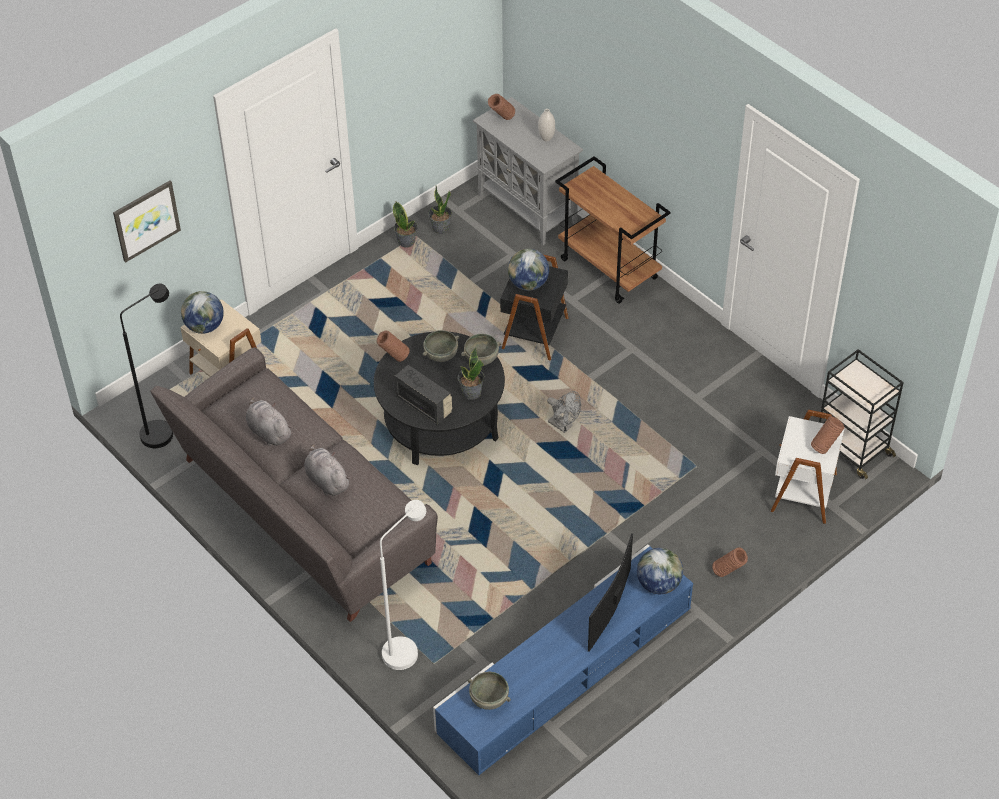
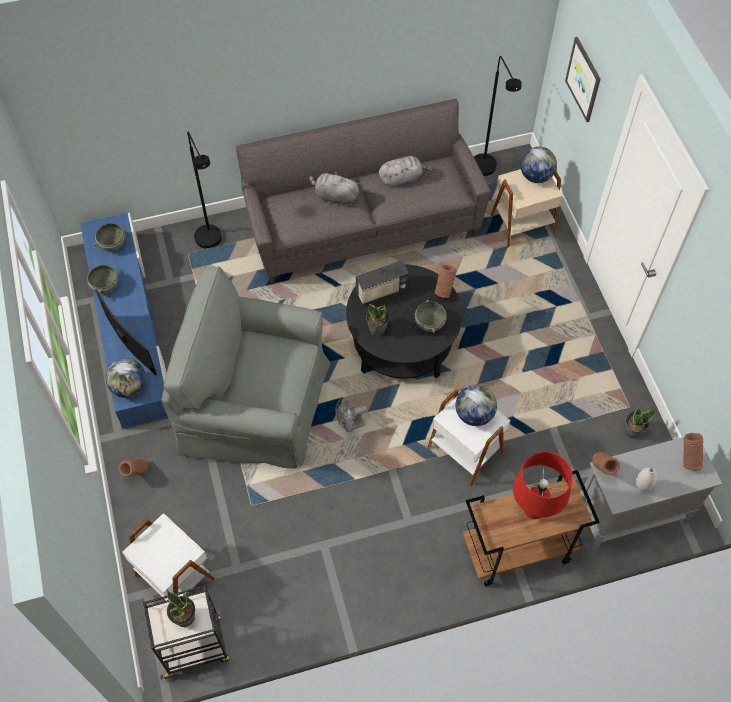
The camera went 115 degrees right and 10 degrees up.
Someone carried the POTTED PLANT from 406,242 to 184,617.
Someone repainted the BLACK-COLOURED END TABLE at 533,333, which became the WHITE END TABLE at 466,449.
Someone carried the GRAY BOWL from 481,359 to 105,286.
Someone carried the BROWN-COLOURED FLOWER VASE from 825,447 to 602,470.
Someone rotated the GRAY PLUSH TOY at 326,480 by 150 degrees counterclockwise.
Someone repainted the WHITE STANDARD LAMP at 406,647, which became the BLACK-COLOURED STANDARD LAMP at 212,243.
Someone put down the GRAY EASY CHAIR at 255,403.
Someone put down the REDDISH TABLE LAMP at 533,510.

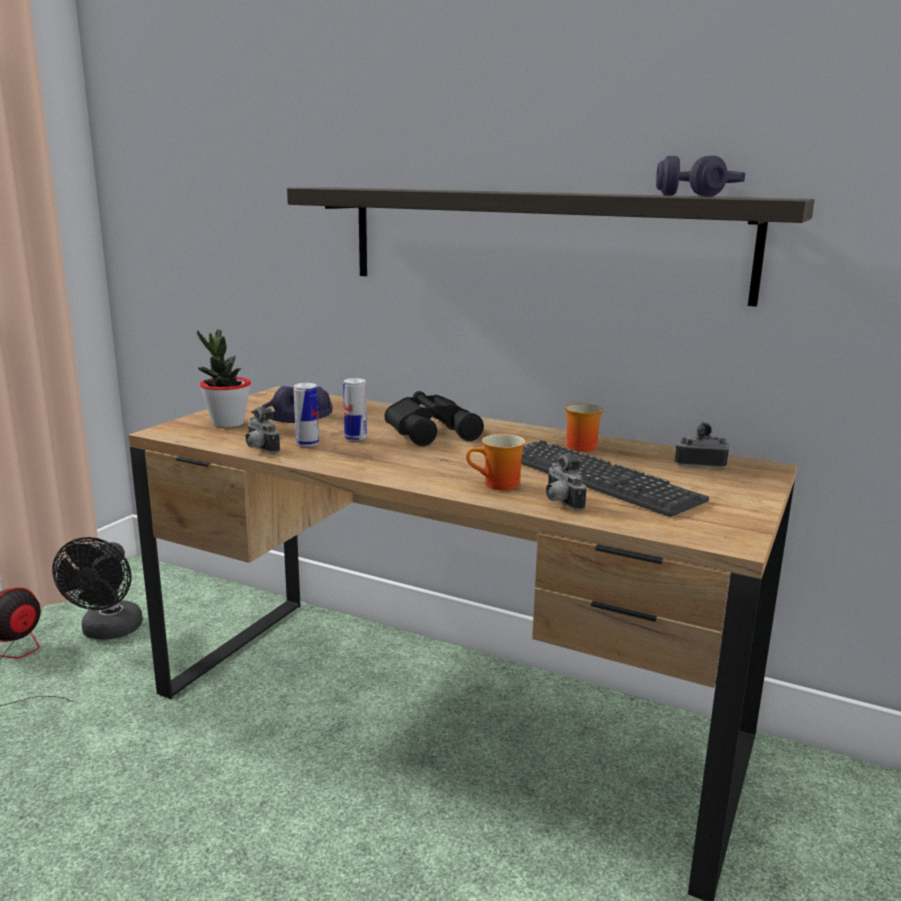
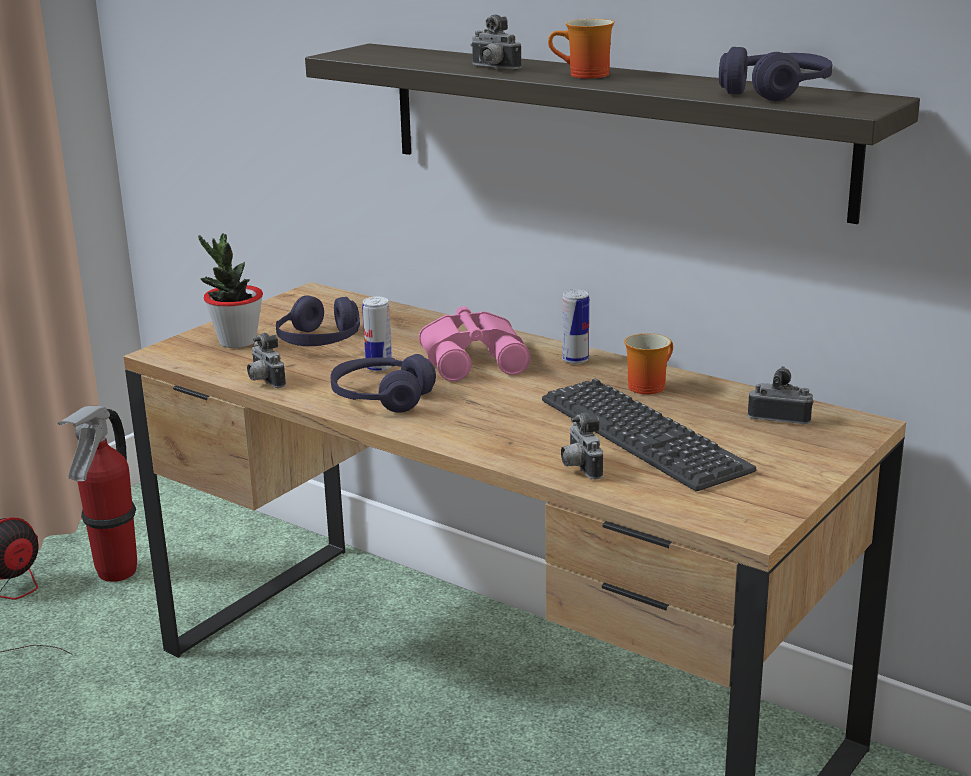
The camera went 10 degrees right and 5 degrees up.
Someone carried the SEALED CAN from 307,444 to 575,360.
Someone repainted the BLACK-COLOURED PAIR OF BINOCULARS at 433,430, which became the PINK-COLOURED PAIR OF BINOCULARS at 475,358.
Someone carried the MUG from 498,485 to 584,75.
Someone swapped the BLACK-COLOURED ELECTRIC FAN at 109,632 for the EXTINGUISHER at 116,573.
Someone put down the STILL CAMERA at 492,68.
Someone put down the PURPLISH HEADPHONES at 382,398.

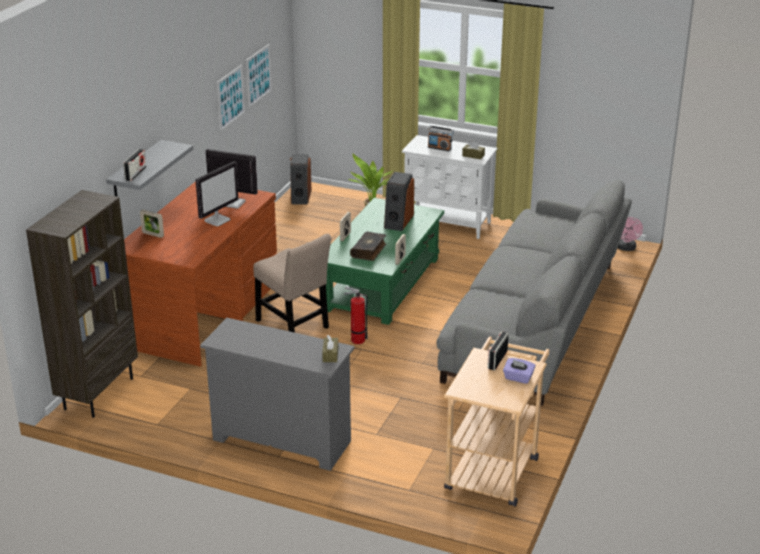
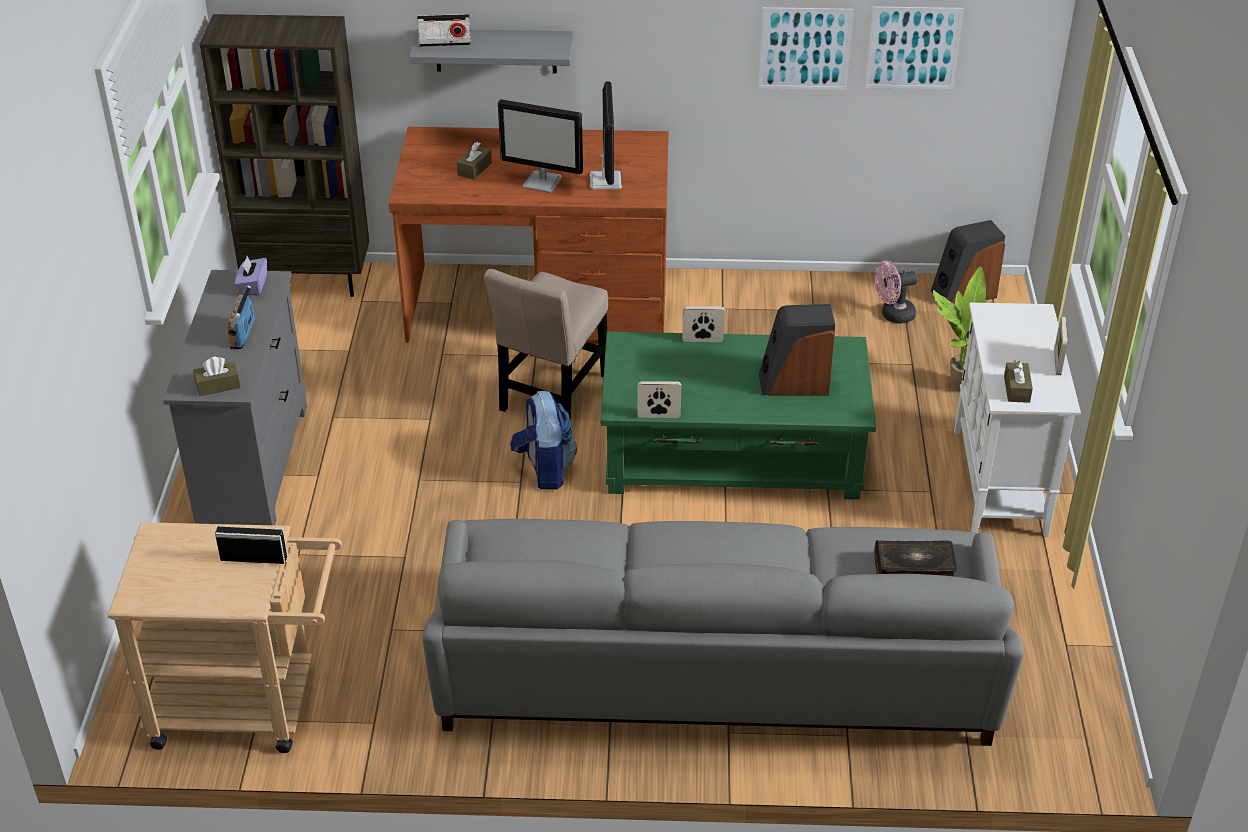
The camera went 70 degrees right and 10 degrees up.
Someone carried the RADIO SET from 439,148 to 242,334.
Someone carried the STANDING FRAME from 153,234 to 1057,363.
Someone carried the PINK-COLOURED ELECTRIC FAN from 626,248 to 893,315.
Someone carried the BOUND BOOK from 369,251 to 914,571.
Someone swapped the EXTINGUISHER at 356,340 for the BACKPACK at 544,469.
Someone carried the PURPLISH TISSUE BOX from 518,378 to 253,286.
Someone put down the BROWN-COLOURED TISSUE BOX at 474,169.

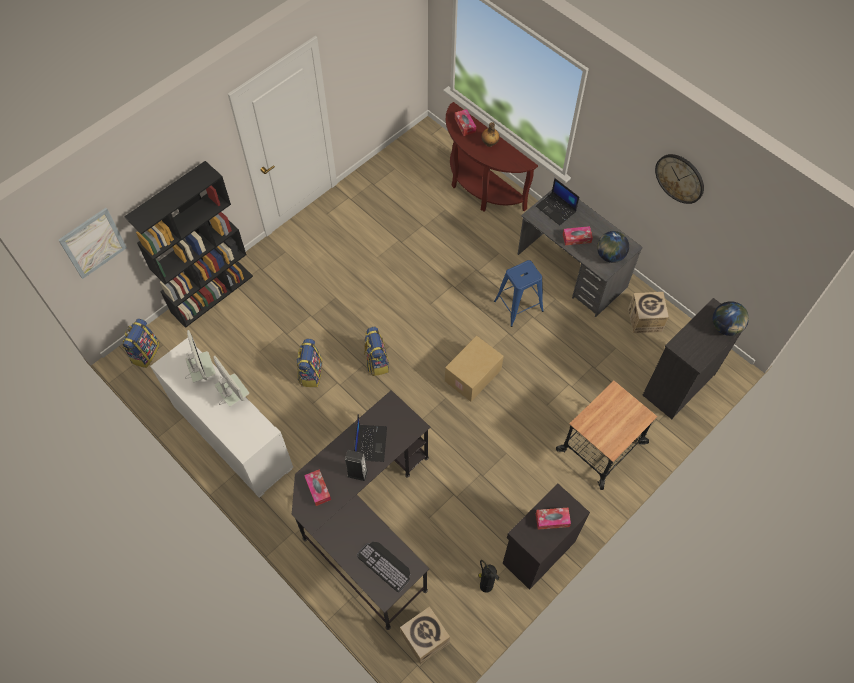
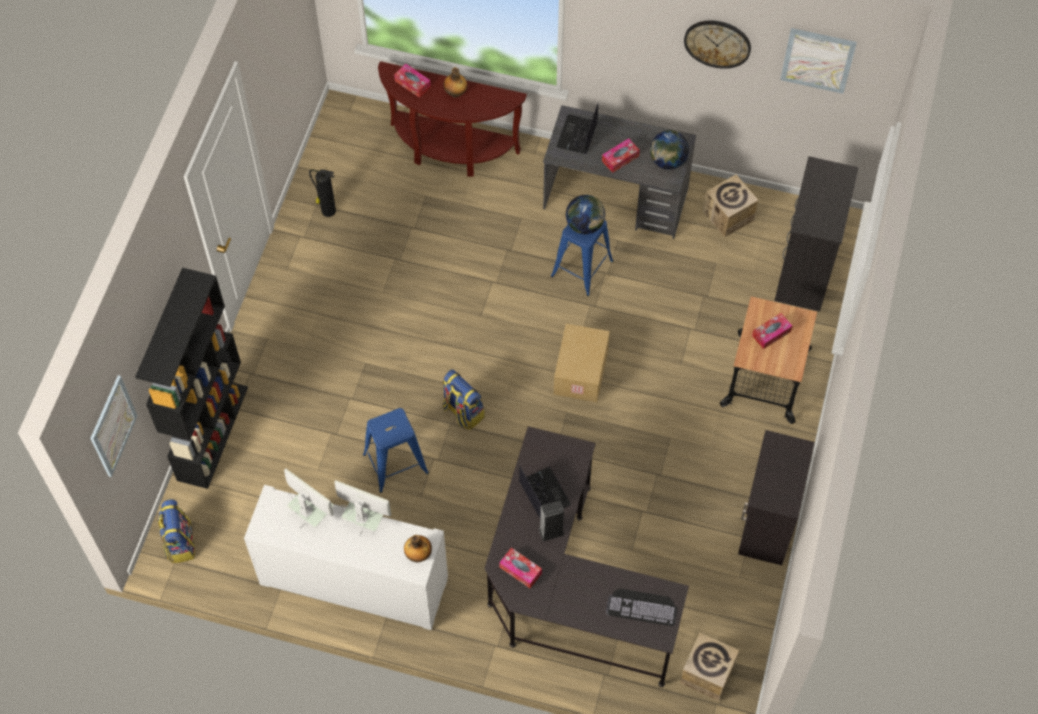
The camera went 30 degrees left and 0 degrees up.
Someone rotated the PORTABLE COMPUTER at 556,209 by 90 degrees clockwise.
Someone carried the DESK GLOBE from 725,327 to 585,225.
Someone swapped the BACKPACK at 310,373 for the BLUISH SITTING STOOL at 395,464.
Someone carried the TISSUE BOX from 552,520 to 771,333.
Someone carried the EXTINGUISHER from 485,585 to 327,210.
Someone put up the WALL ART at 817,60.
Someone put down the BEVERAGE BOTTLE at 418,554.

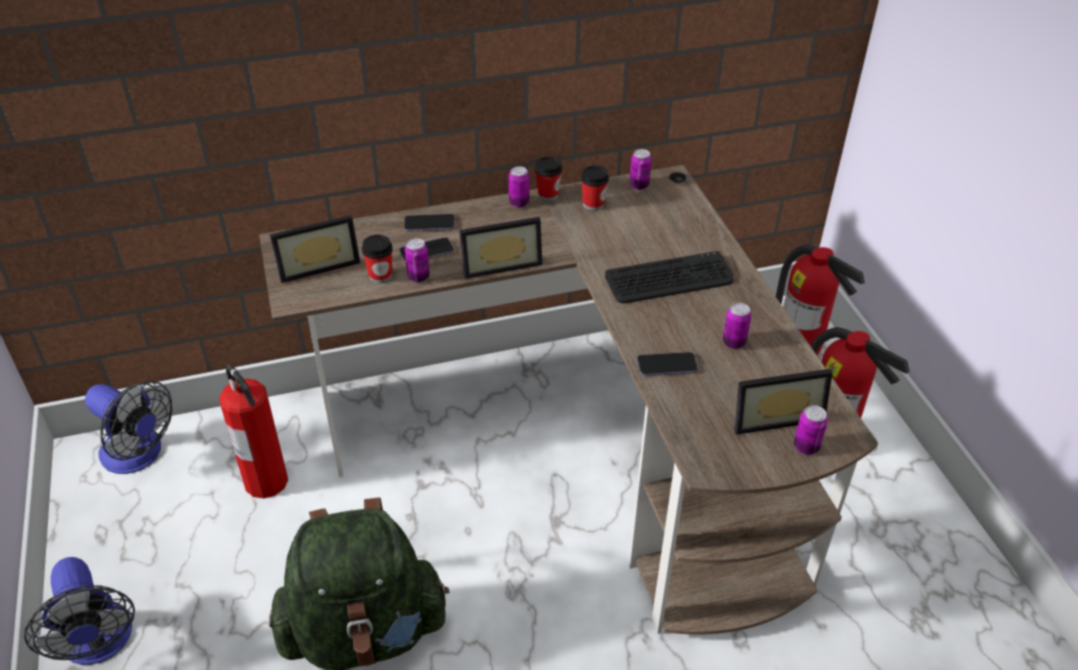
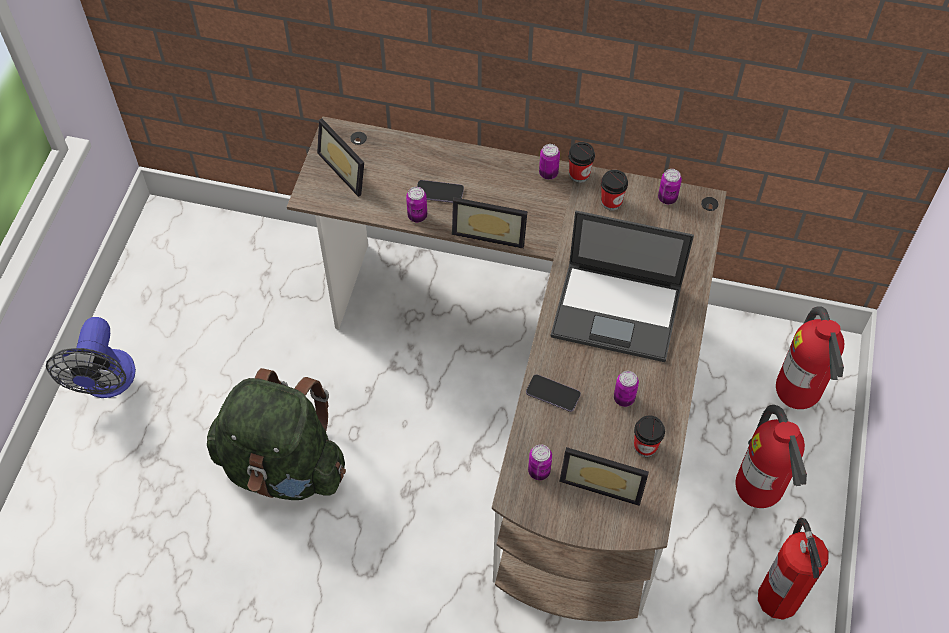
The camera went 30 degrees right and 15 degrees up.
Someone took away the PHONE at 429,224.
Someone rotated the STANDING FRAME at 317,264 by 45 degrees clockwise.
Someone carried the CUP from 380,276 to 645,446.
Someone swapped the COMPUTER KEYBOARD at 669,279 for the PORTABLE COMPUTER at 618,311.
Someone carried the EXTINGUISHER from 265,480 to 778,597.
Someone took away the ELECTRIC FAN at 138,455.
Someone carried the SEALED CAN from 806,447 to 539,471.

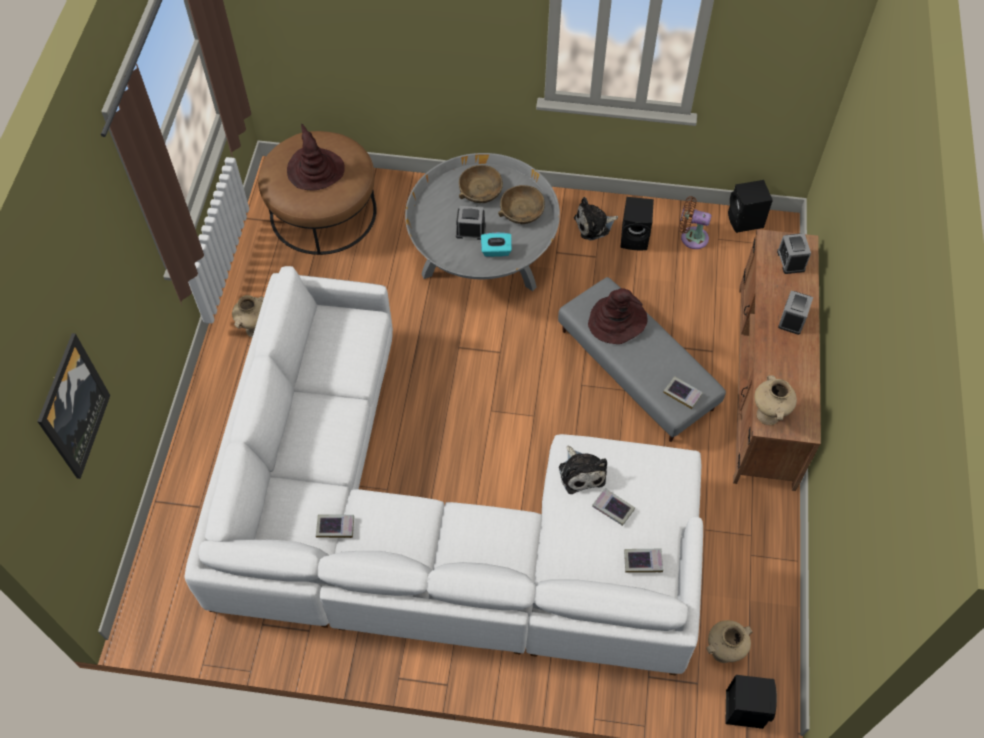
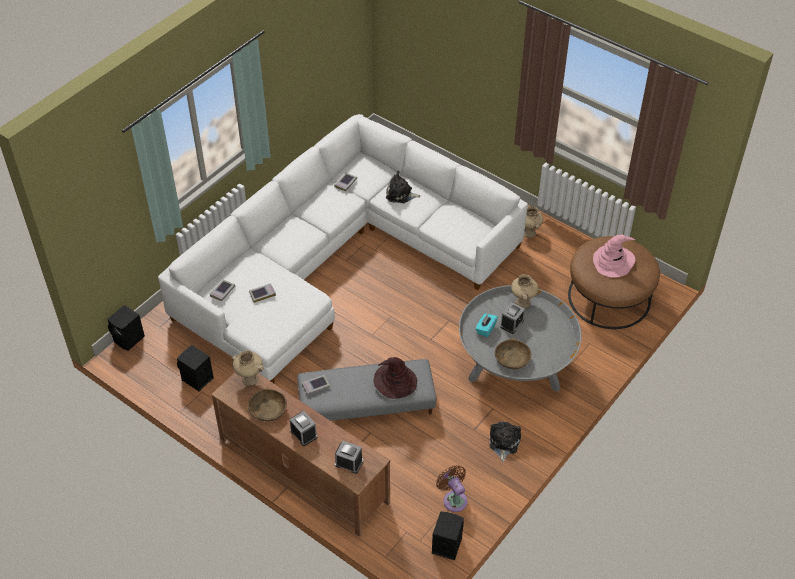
The camera went 120 degrees right and 10 degrees down.
Someone repainted the BROWN-COLOURED WEARABLE HAT at 315,170, which became the PINK-COLOURED WEARABLE HAT at 613,262.
Someone carried the BROWN-COLOURED BOWL from 480,190 to 268,409.
Someone rotated the BROWN-COLOURED ELECTRIC FAN at 691,237 by 75 degrees counterclockwise.
Someone carried the BLACK-COLOURED AUDIO SPEAKER from 635,238 to 196,379.
Someone took away the WALL ART at 72,407.
Someone carried the PLUSH TOY from 581,472 to 400,194.
Someone carried the SAND-COLOURED FLOWER VASE from 723,652 to 522,302.

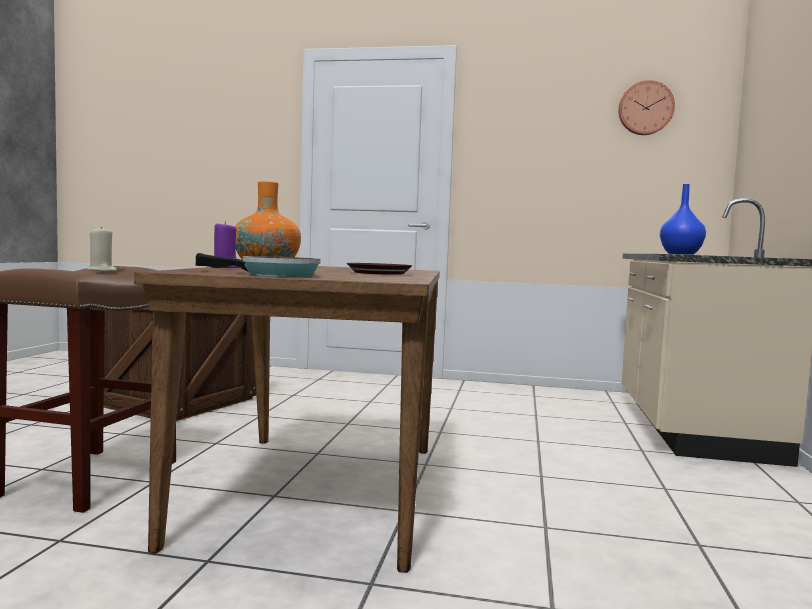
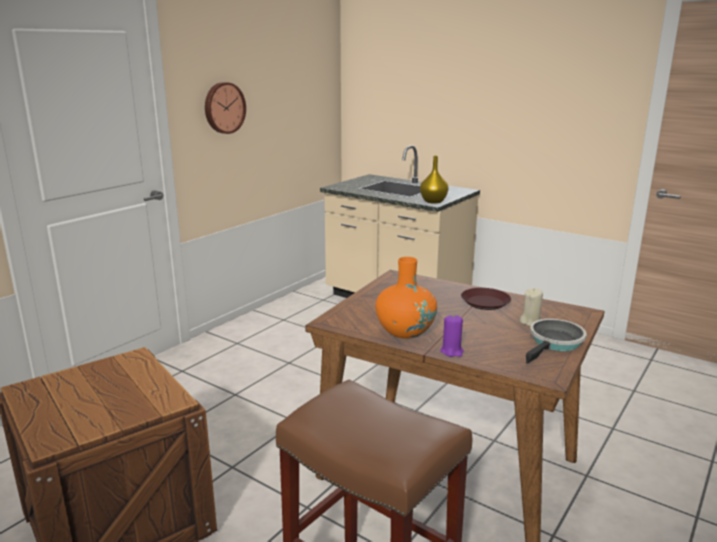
The camera went 65 degrees left and 15 degrees up.
Someone carried the WALL CLOCK from 645,108 to 223,108.
Someone repainted the BLUISH FLOWER VASE at 681,254, which became the YELLOW FLOWER VASE at 434,201.
Someone carried the SAND-COLOURED WAX LIGHT from 101,270 to 530,322.

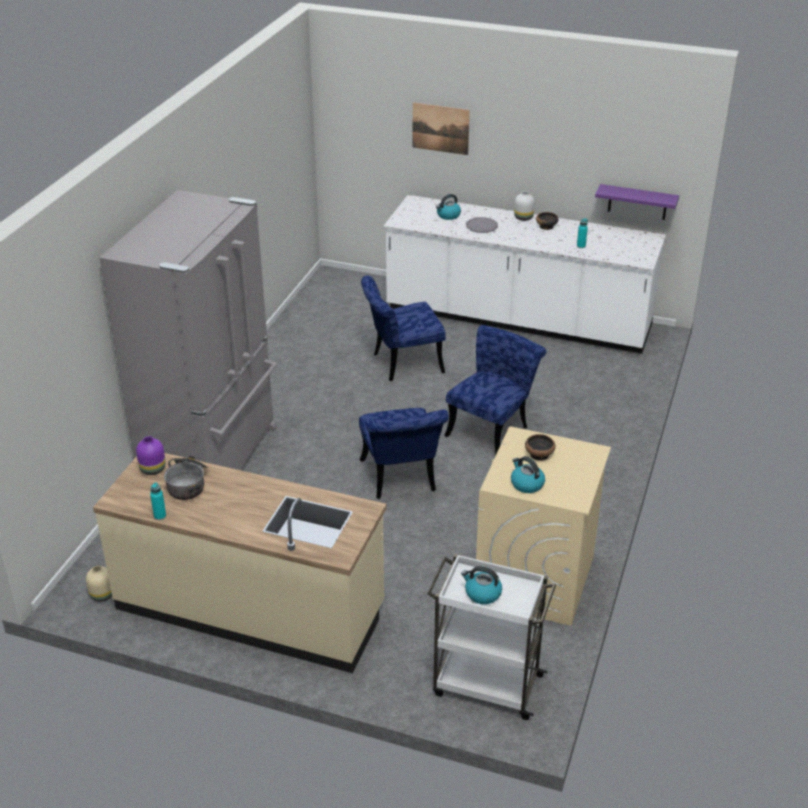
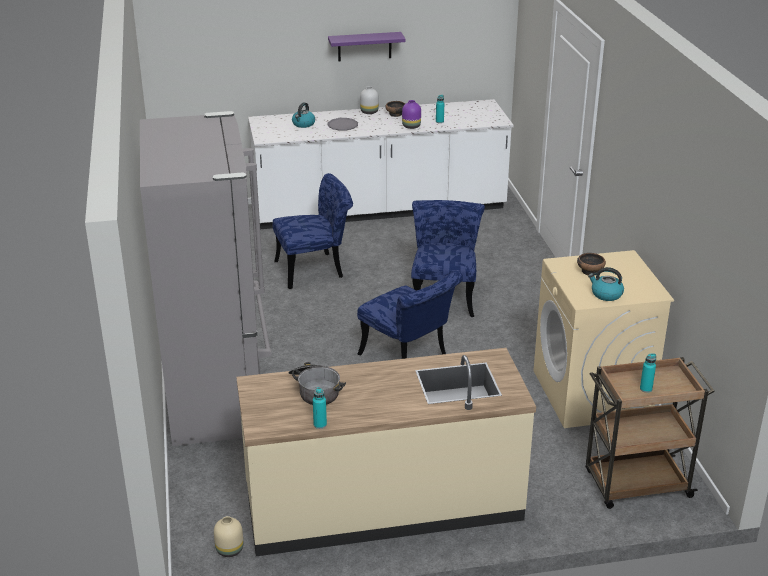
The camera went 30 degrees left and 5 degrees down.
Someone took away the WALL ART at 440,128.
Someone carried the PURPLISH WALL SHELF from 637,202 to 364,46.
Someone rotated the BLUISH CHAIR at 401,363 by 150 degrees counterclockwise.
Someone carried the PURPLISH FLOWER VASE from 152,470 to 411,126.
Someone repainted the WHITE WHEELED CART at 485,684, which became the BROWN-COLOURED WHEELED CART at 635,485.
Someone swapped the KETTLE at 482,593 for the TURQUOISE BEVERAGE BOTTLE at 646,389.

